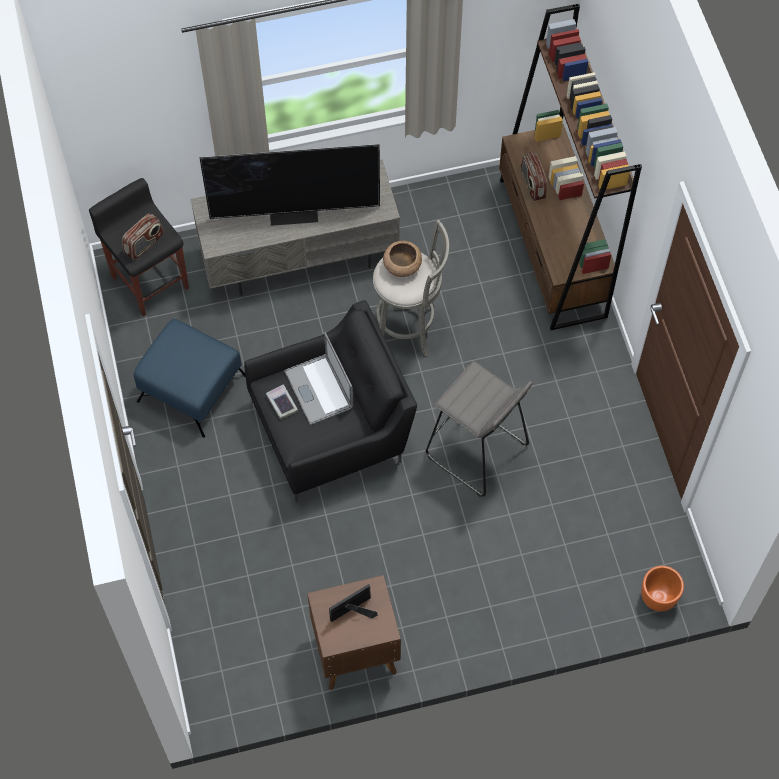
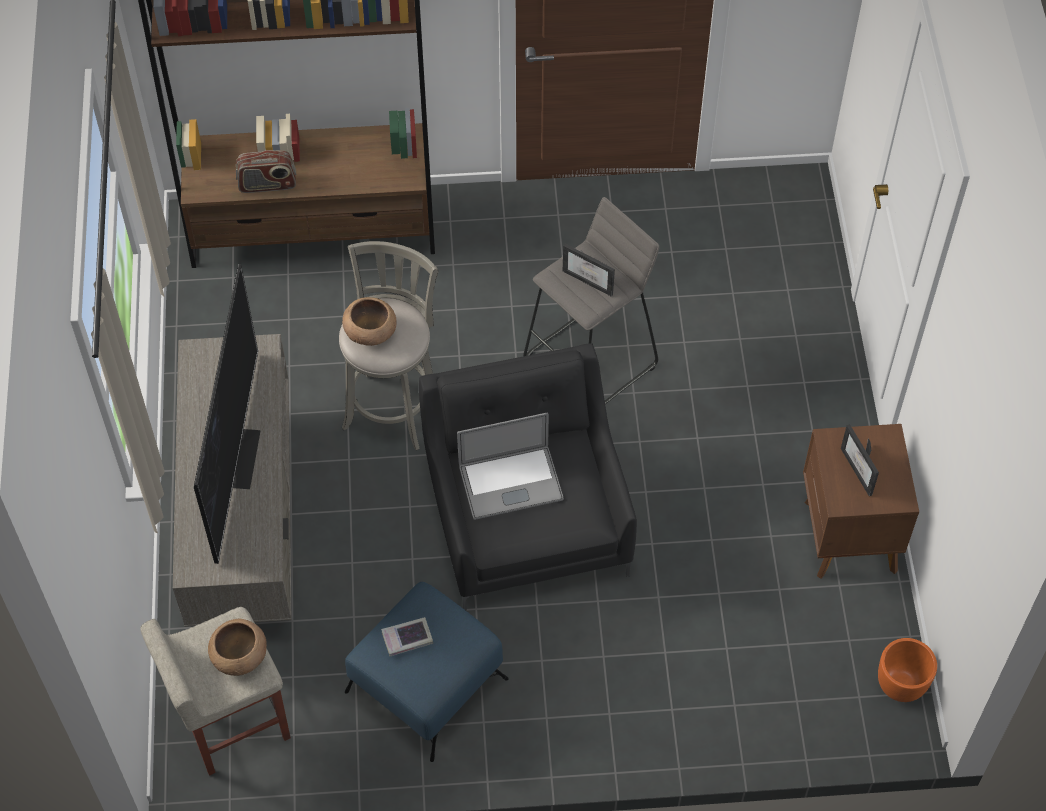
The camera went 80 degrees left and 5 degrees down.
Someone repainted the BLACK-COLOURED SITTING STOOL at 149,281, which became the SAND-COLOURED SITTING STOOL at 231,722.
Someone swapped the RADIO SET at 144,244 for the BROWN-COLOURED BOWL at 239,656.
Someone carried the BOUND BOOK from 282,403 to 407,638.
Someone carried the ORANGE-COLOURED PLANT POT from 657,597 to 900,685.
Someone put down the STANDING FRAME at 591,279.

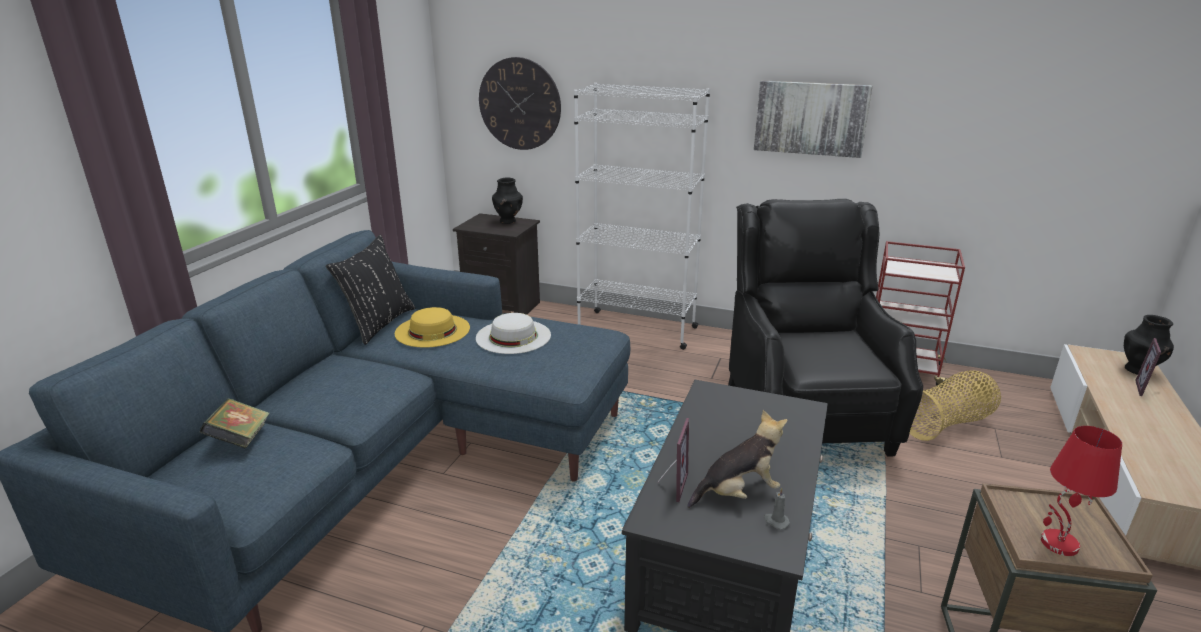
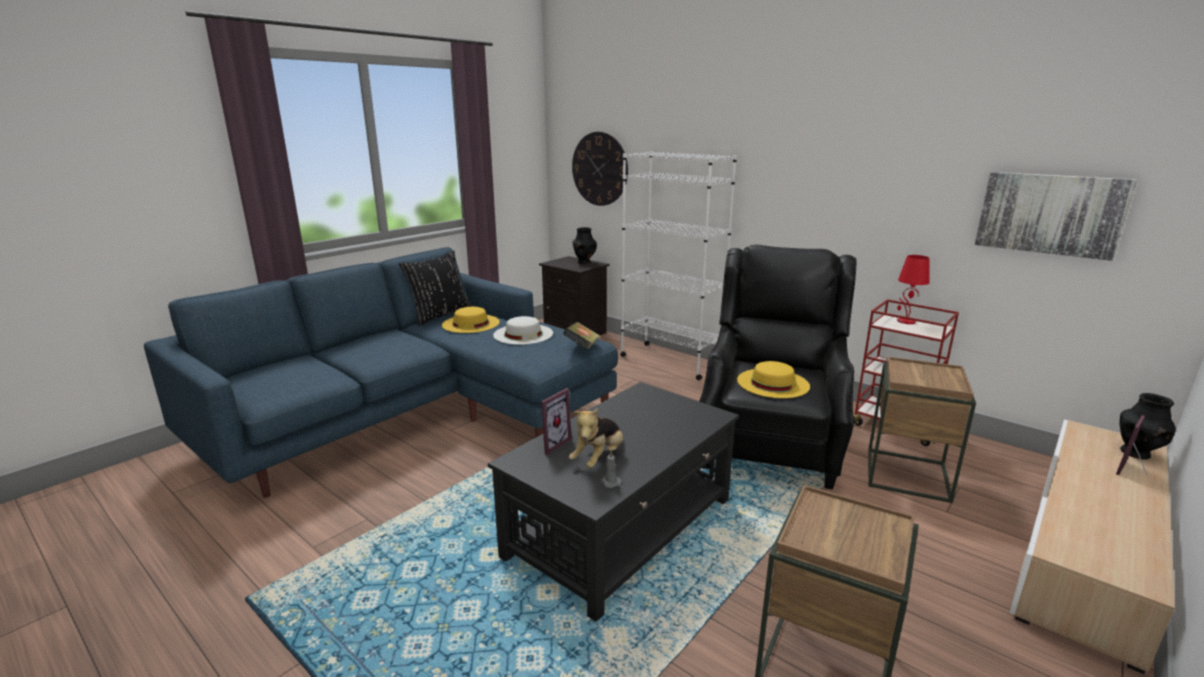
The camera went 20 degrees right and 5 degrees down.
Someone carried the WALL ART from 811,118 to 1050,214.
Someone swapped the HOUSEHOLD BASKET at 946,424 for the BROWN-COLOURED END TABLE at 907,475.
Someone carried the BOUND BOOK from 241,440 to 582,348.
Someone rotated the PLUSH TOY at 738,493 by 120 degrees clockwise.
Someone carried the REDDISH TABLE LAMP from 1058,544 to 905,321.
Someone put down the YELLOW WEARABLE HAT at 773,383.

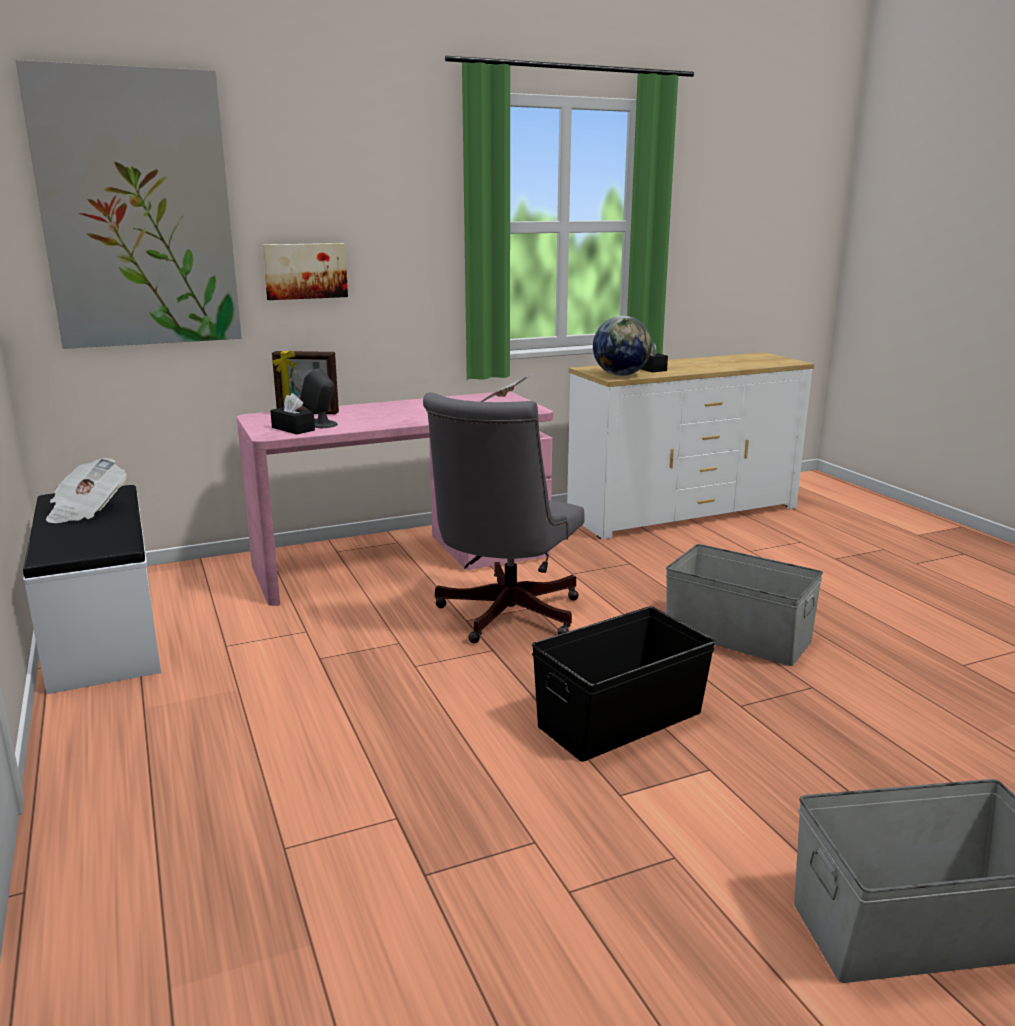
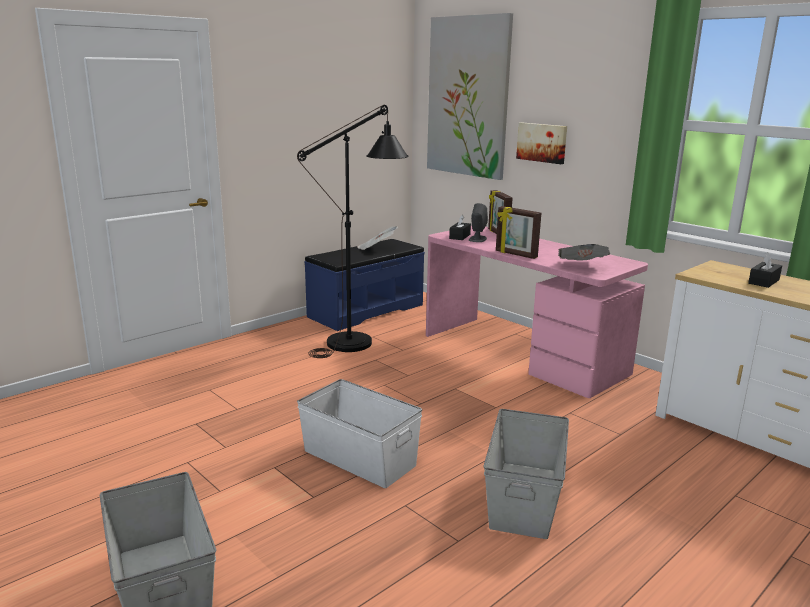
The camera went 70 degrees right and 0 degrees up.
Someone took away the DESK GLOBE at 621,375.
Someone took away the GRAY COMPUTER CHAIR at 503,617.
Someone repainted the WHITE LONG SEAT at 102,633, which became the BLUISH LONG SEAT at 365,310.
Someone repainted the BLACK-COLOURED STORAGE BIN at 621,719, which became the WHITE STORAGE BIN at 359,458.
Someone put down the BLACK-COLOURED STANDARD LAMP at 359,339.
Someone put down the STANDING FRAME at 515,254.

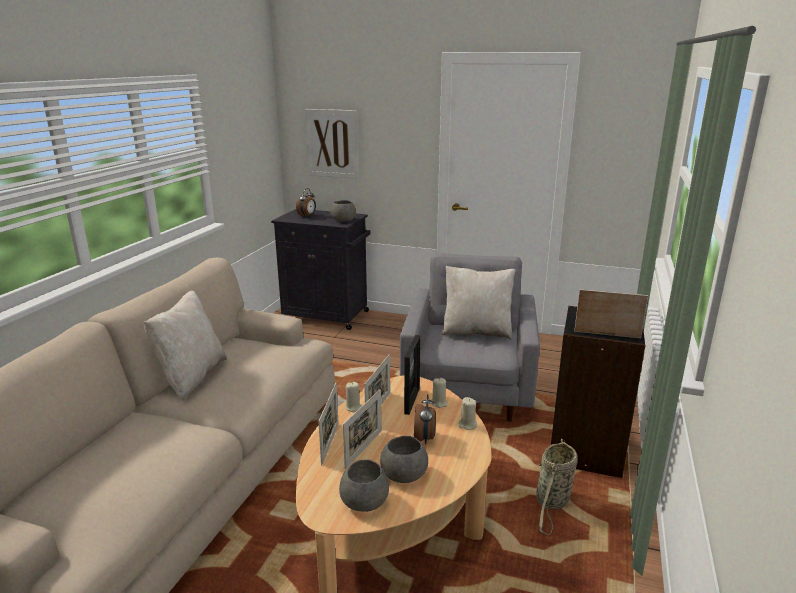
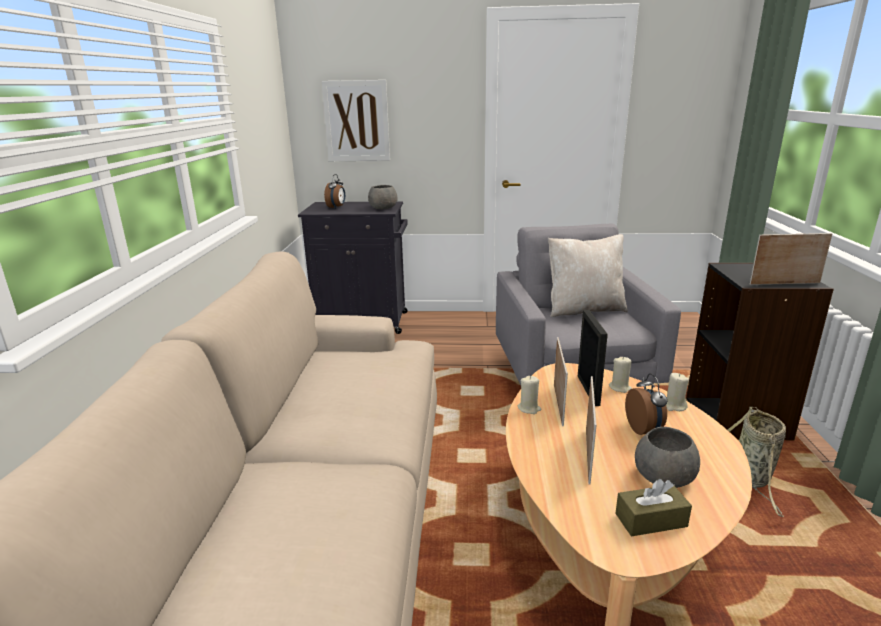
The camera went 15 degrees left and 0 degrees up.
Someone took away the SAND-COLOURED CUSHION at 191,377.
Someone took away the STANDING FRAME at 330,443.
Someone swapped the GRAY BOWL at 364,500 for the BROWN-COLOURED TISSUE BOX at 651,520.

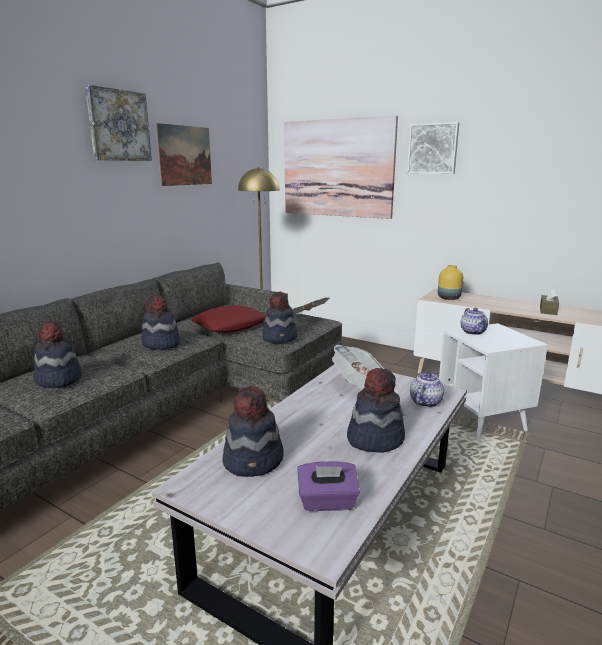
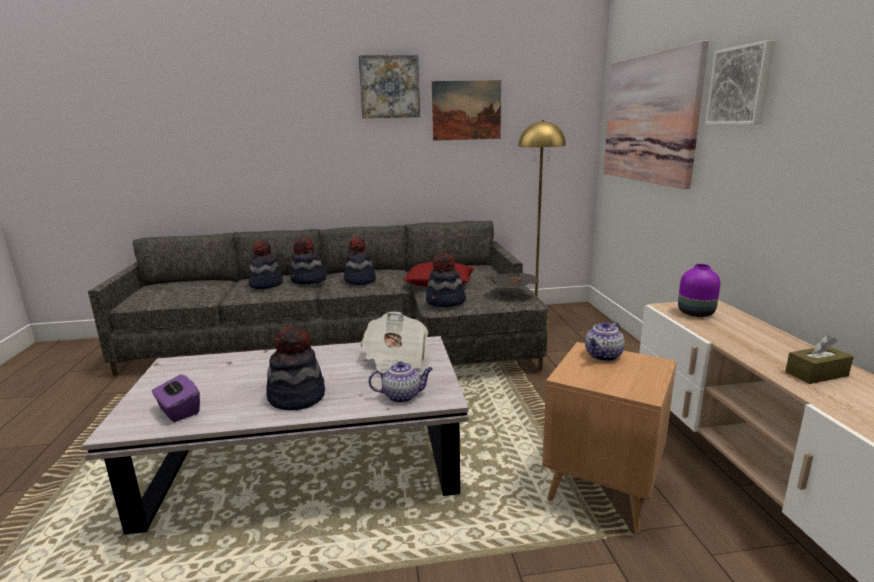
The camera went 50 degrees right and 0 degrees up.
Someone repainted the YELLOW FLOWER VASE at 448,298, which became the PURPLISH FLOWER VASE at 694,313.
Someone repainted the WHITE END TABLE at 482,421, which became the BROWN-COLOURED END TABLE at 602,488.
Someone carried the WEARABLE HAT from 254,461 to 308,281.

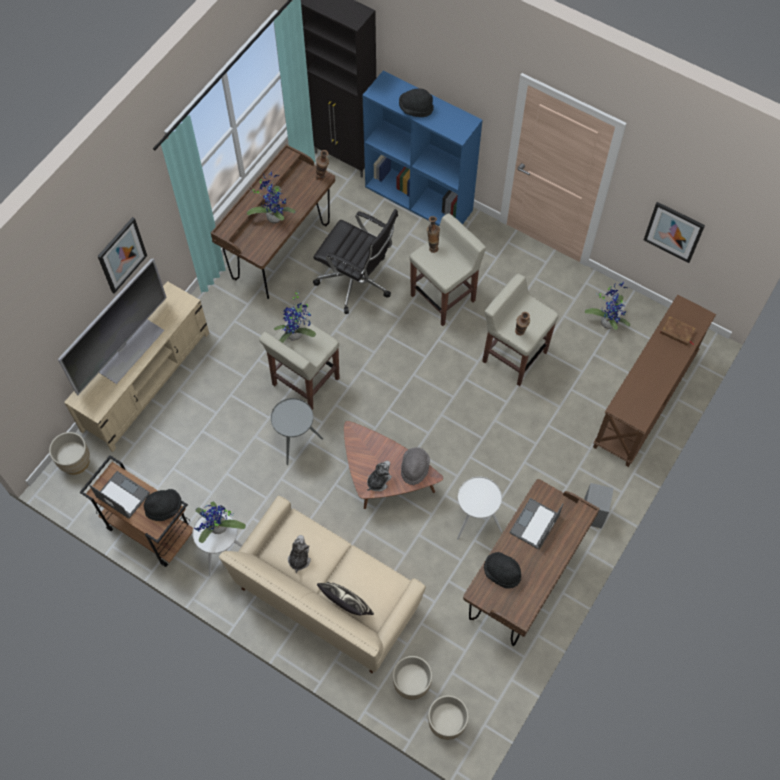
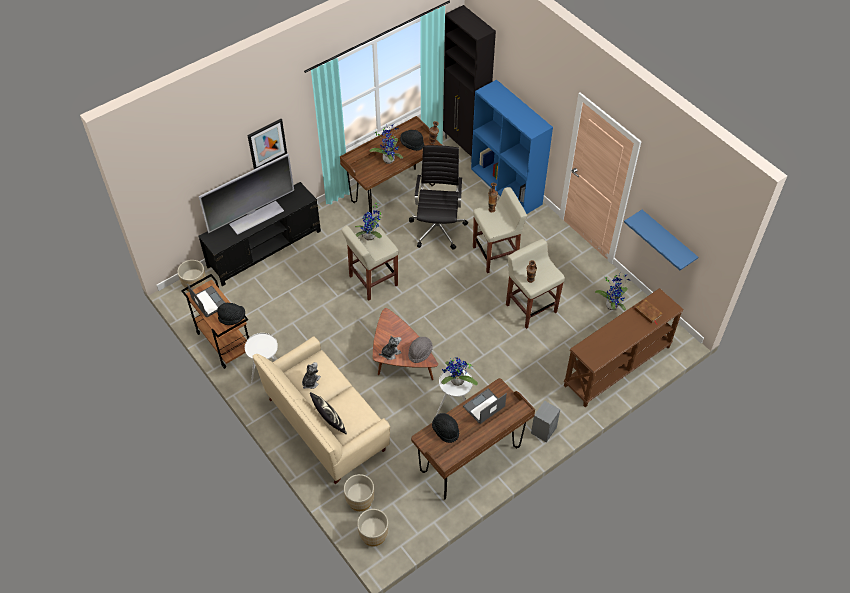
The camera went 20 degrees right and 10 degrees down.
Someone carried the BLACK-COLOURED WEARABLE HAT from 415,109 to 412,144.
Someone swapped the WALL ART at 674,231 for the BLUISH WALL SHELF at 667,239.
Someone rotated the BLACK-COLOURED COMPUTER CHAIR at 357,281 by 135 degrees counterclockwise.
Someone repainted the SAND-COLOURED TV UNIT at 146,381, which became the BLACK-COLOURED TV UNIT at 265,249.
Someone took away the GRAY END TABLE at 296,442.
Someone carried the POTTED PLANT from 218,529 to 456,382.

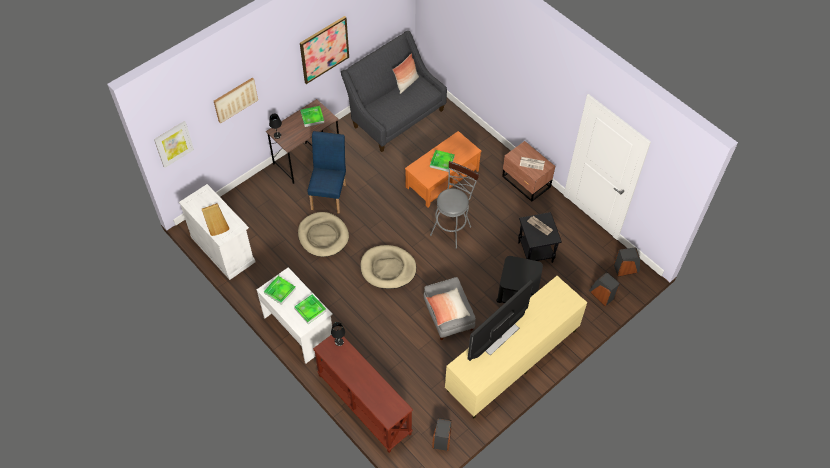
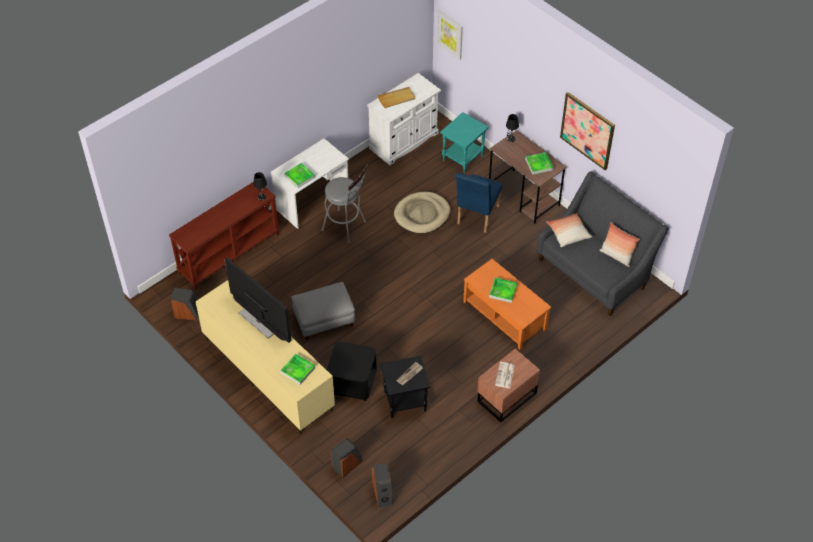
The camera went 90 degrees right and 5 degrees down.
Someone took away the WALL ART at 235,99.
Someone rotated the BLUISH CHAIR at 330,194 by 105 degrees clockwise.
Someone carried the GRAY SITTING STOOL from 452,228 to 347,227.
Someone took away the SAND-COLOURED DOG CUSHION at 388,268.
Someone carried the SERVING TRAY from 280,291 to 298,370.
Someone carried the CUSHION from 447,310 to 568,234.
Someone put down the TURQUOISE END TABLE at 463,158.

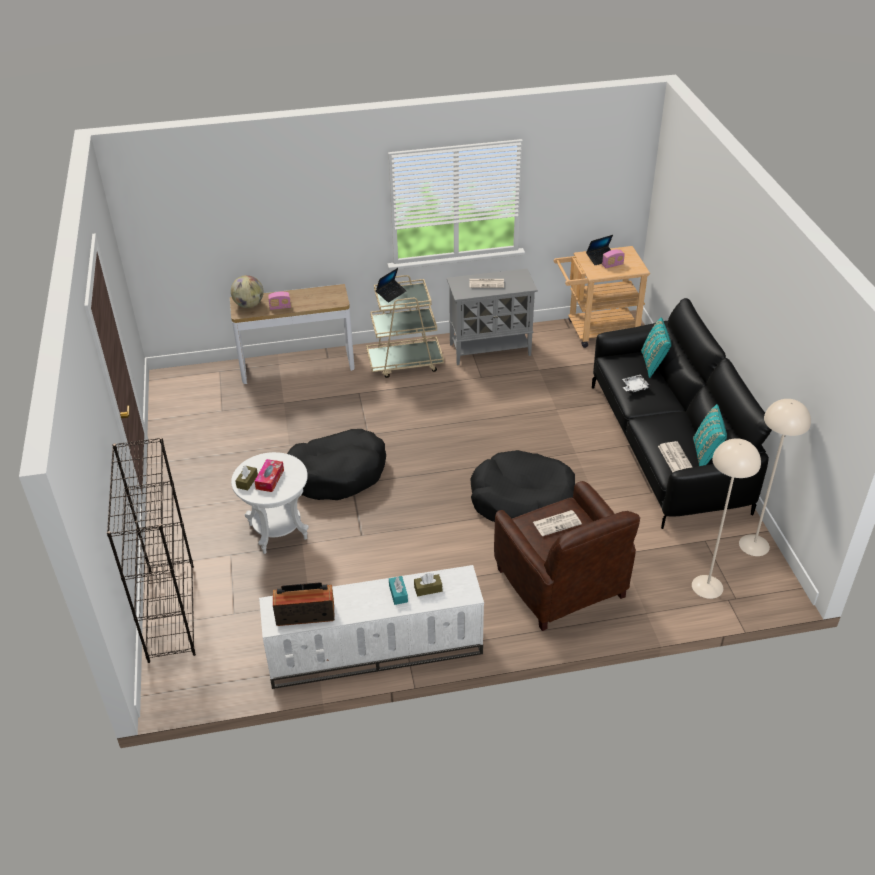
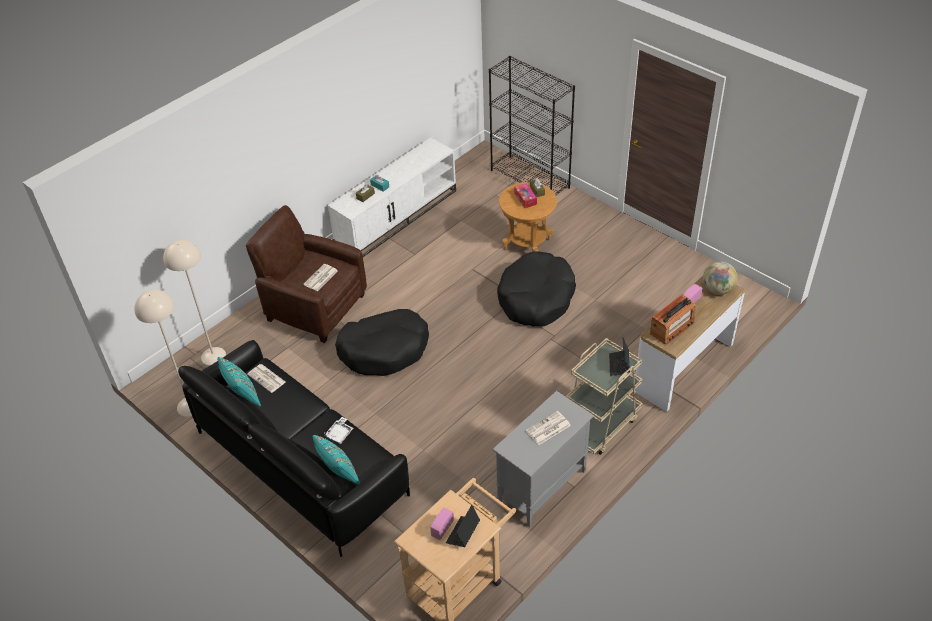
The camera went 145 degrees right and 5 degrees up.
Someone repainted the WHITE END TABLE at 278,531, which became the BROWN-COLOURED END TABLE at 527,244.
Someone carried the RADIO SET from 305,613 to 672,327.

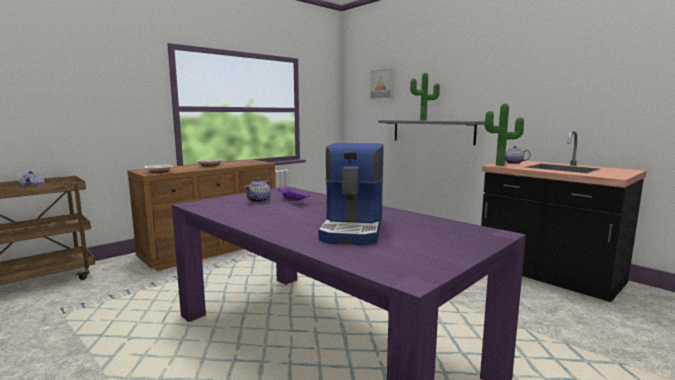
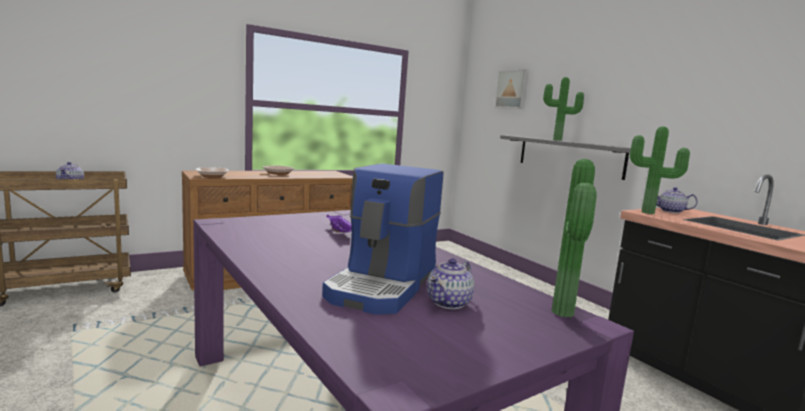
The camera went 10 degrees right and 0 degrees up.
Someone carried the TEA POT from 259,201 to 449,302.
Someone put down the POTTED PLANT at 567,313.

